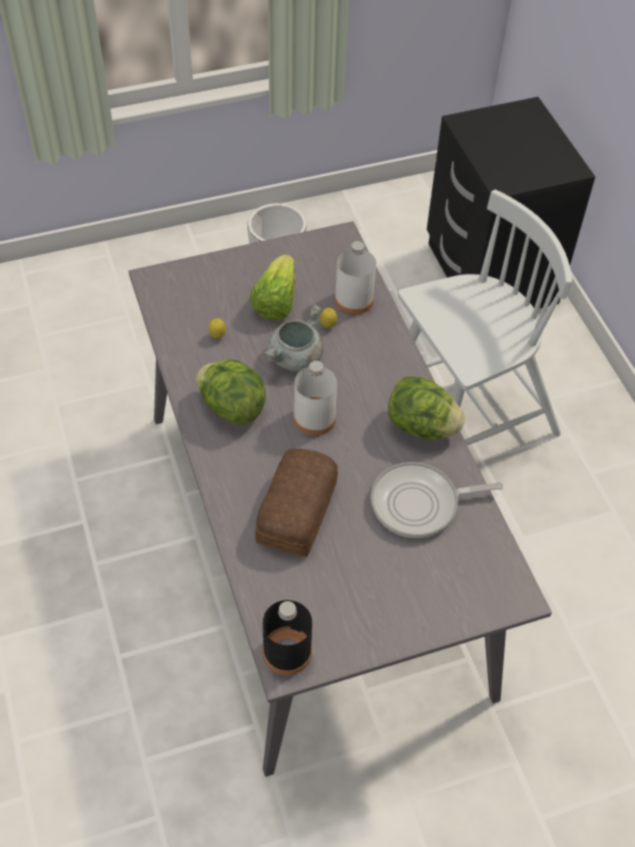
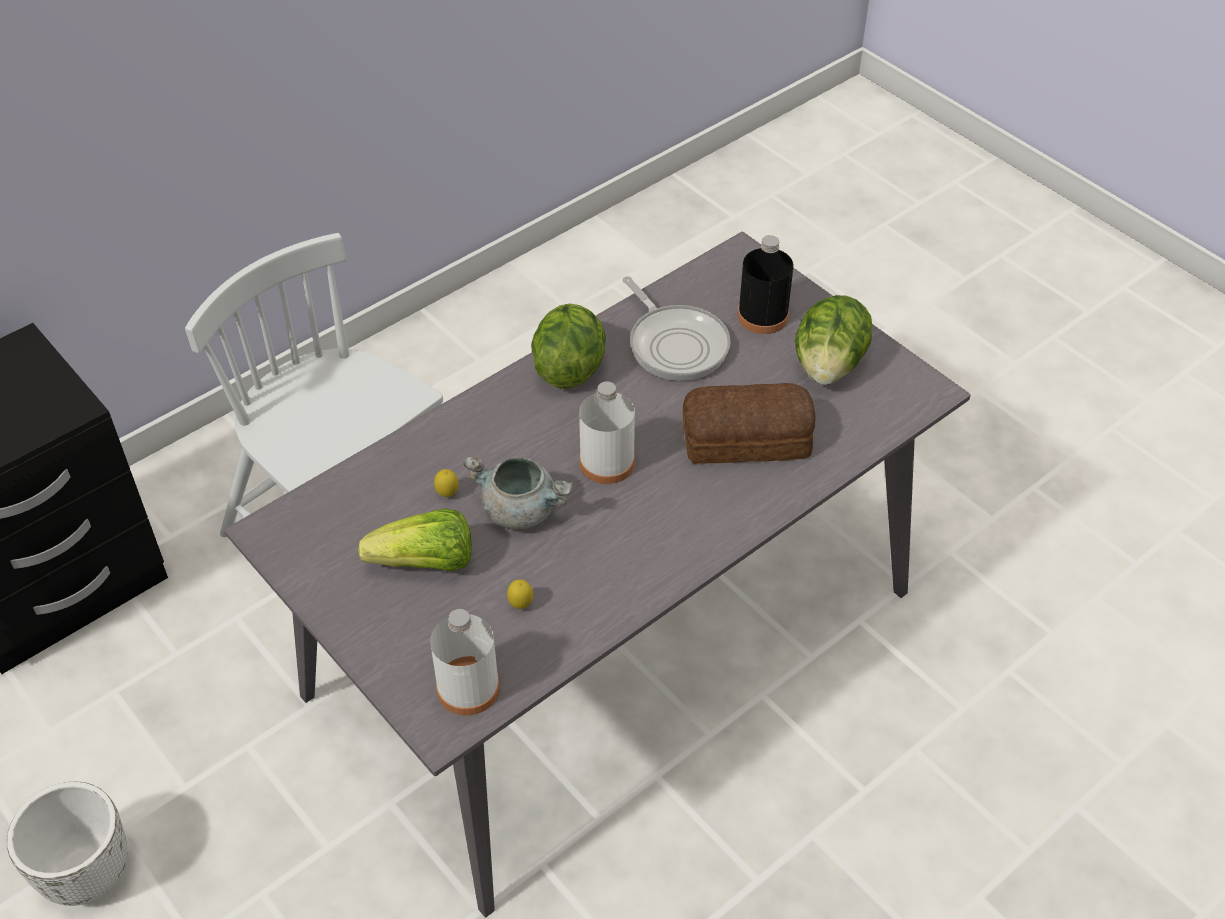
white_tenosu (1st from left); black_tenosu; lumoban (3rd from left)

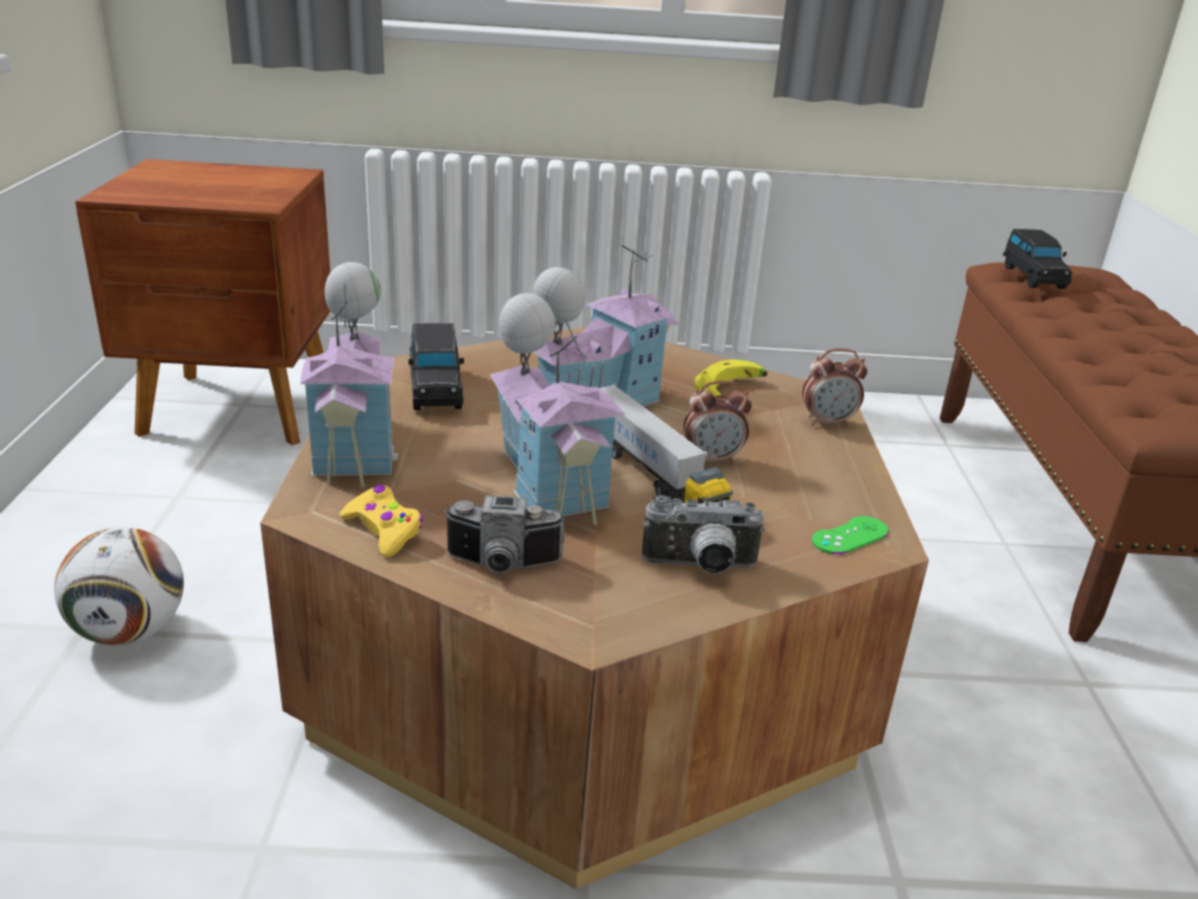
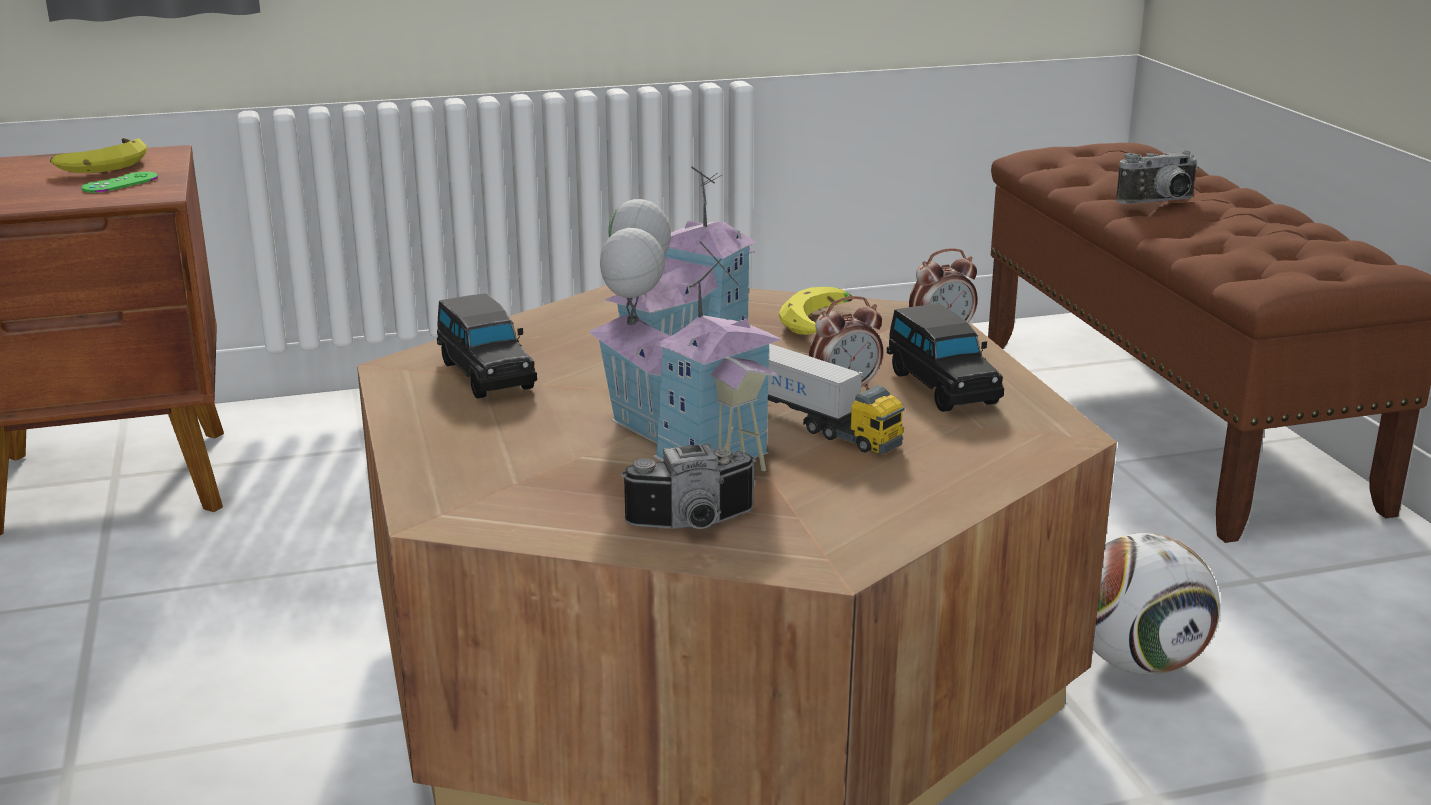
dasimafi (1st from left); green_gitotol; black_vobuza (2nd from left); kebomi; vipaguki (2nd from left); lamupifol (1st from left in the first image); yellow_gitotol

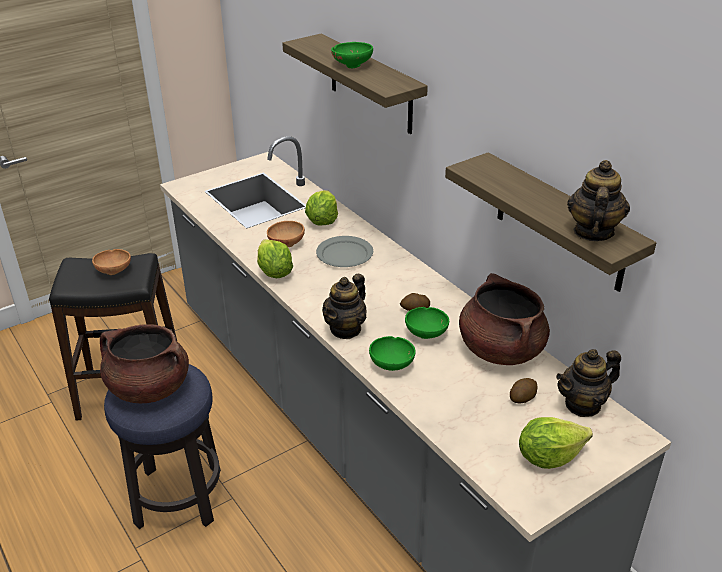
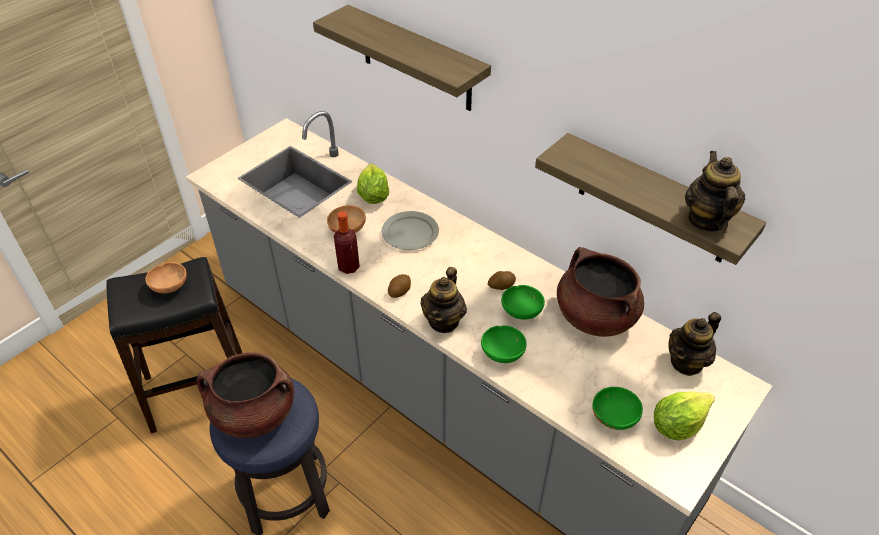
tenosu; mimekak (1st from left); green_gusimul (3rd from left)

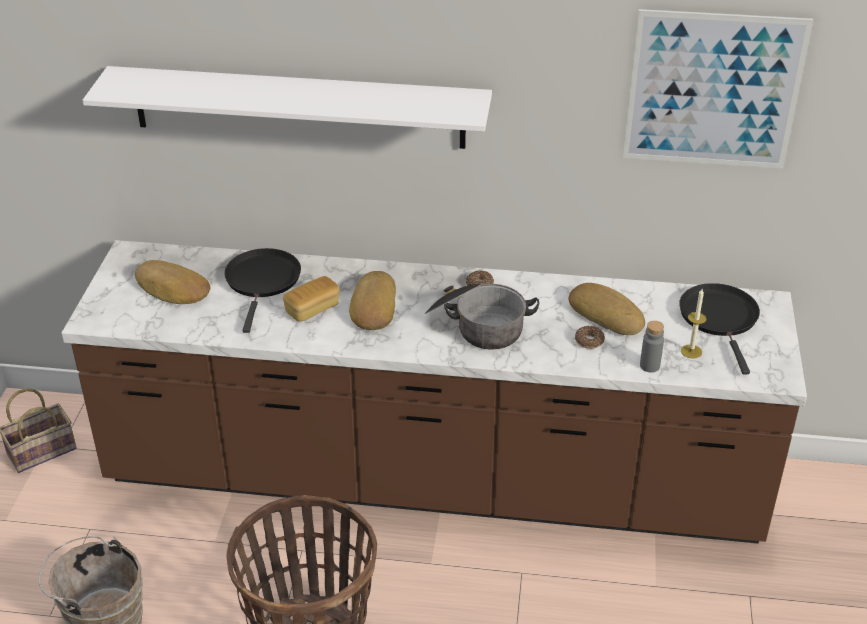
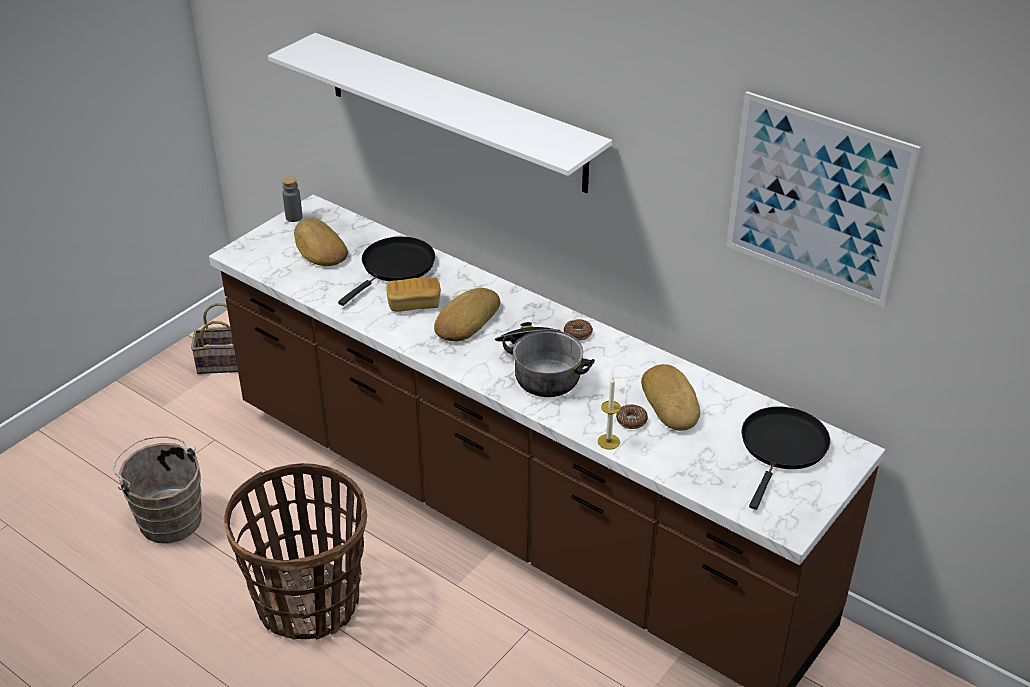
grey_tenosu; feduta

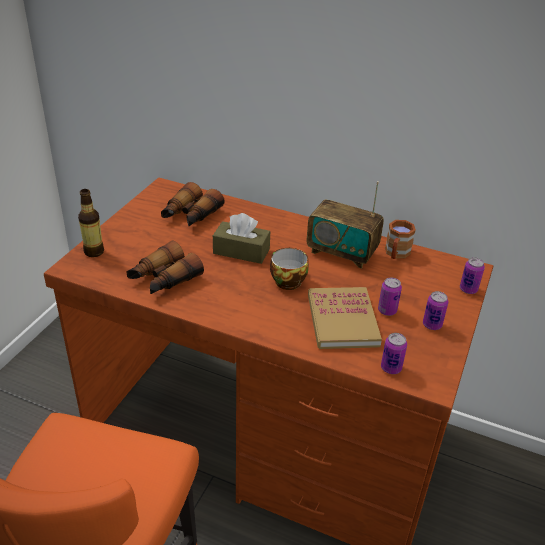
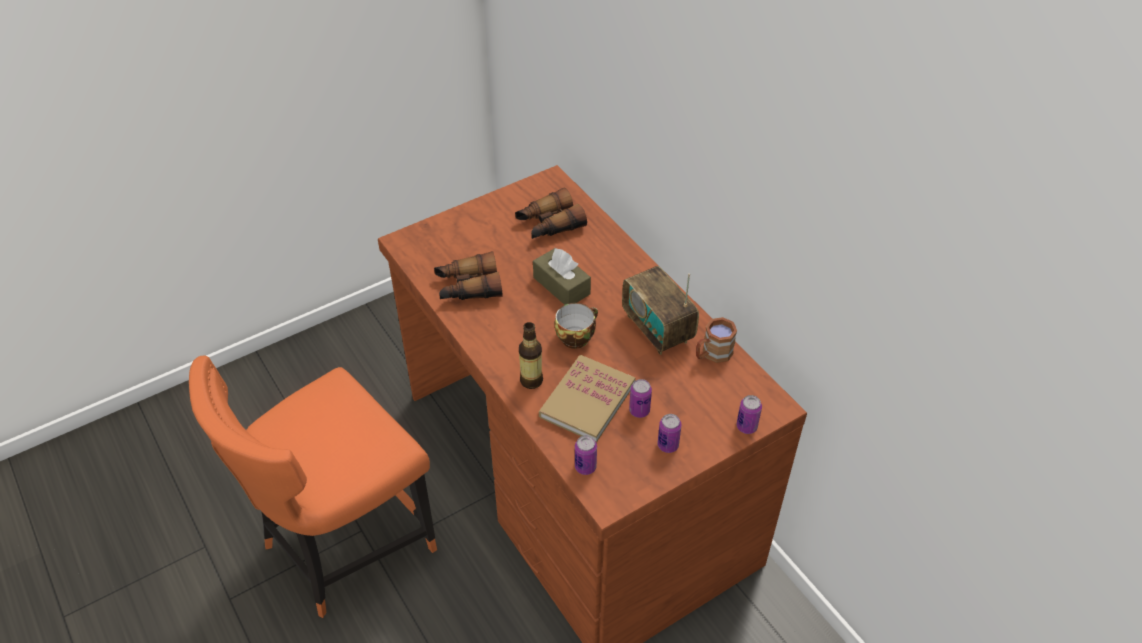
tenosu

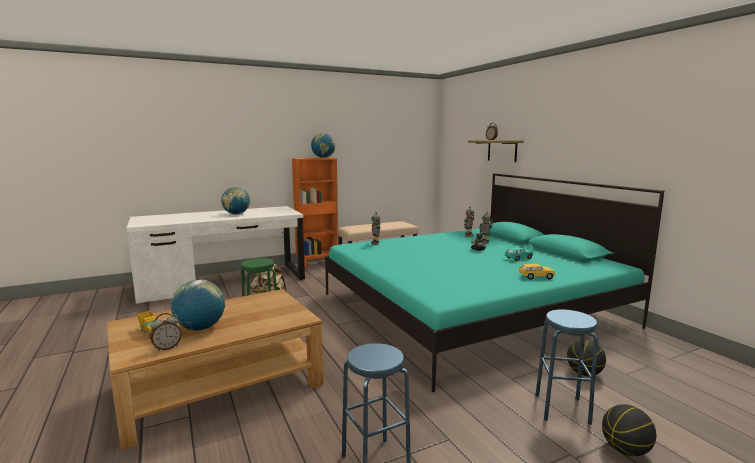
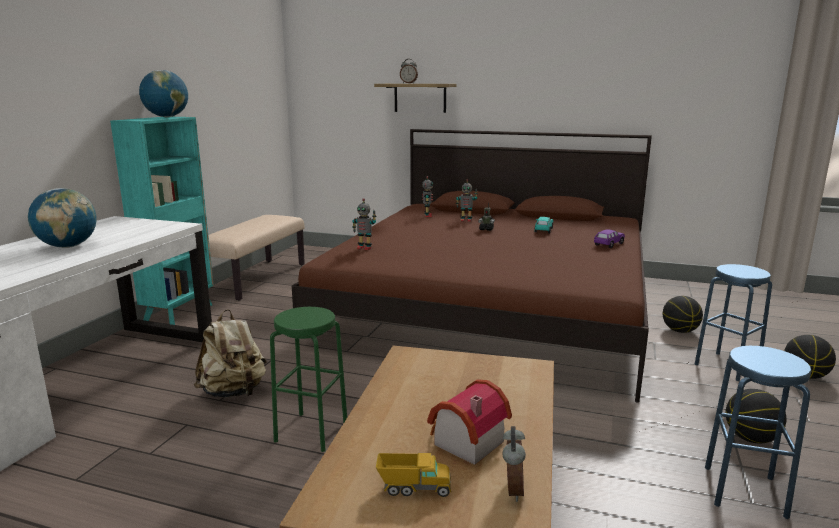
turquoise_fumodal; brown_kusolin; lamupifol; purple_vobuza; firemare (2nd from left)

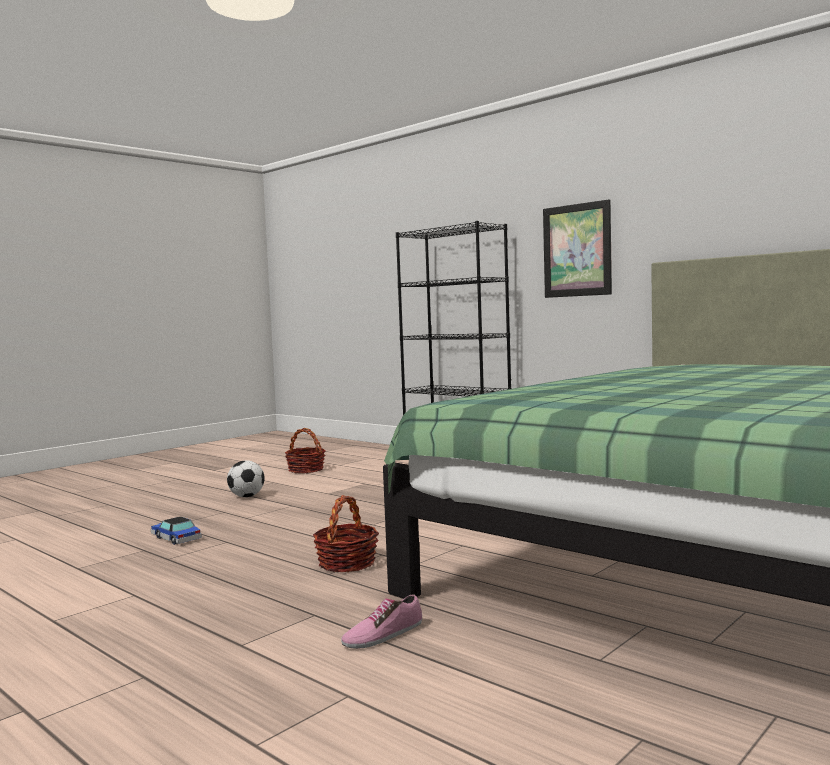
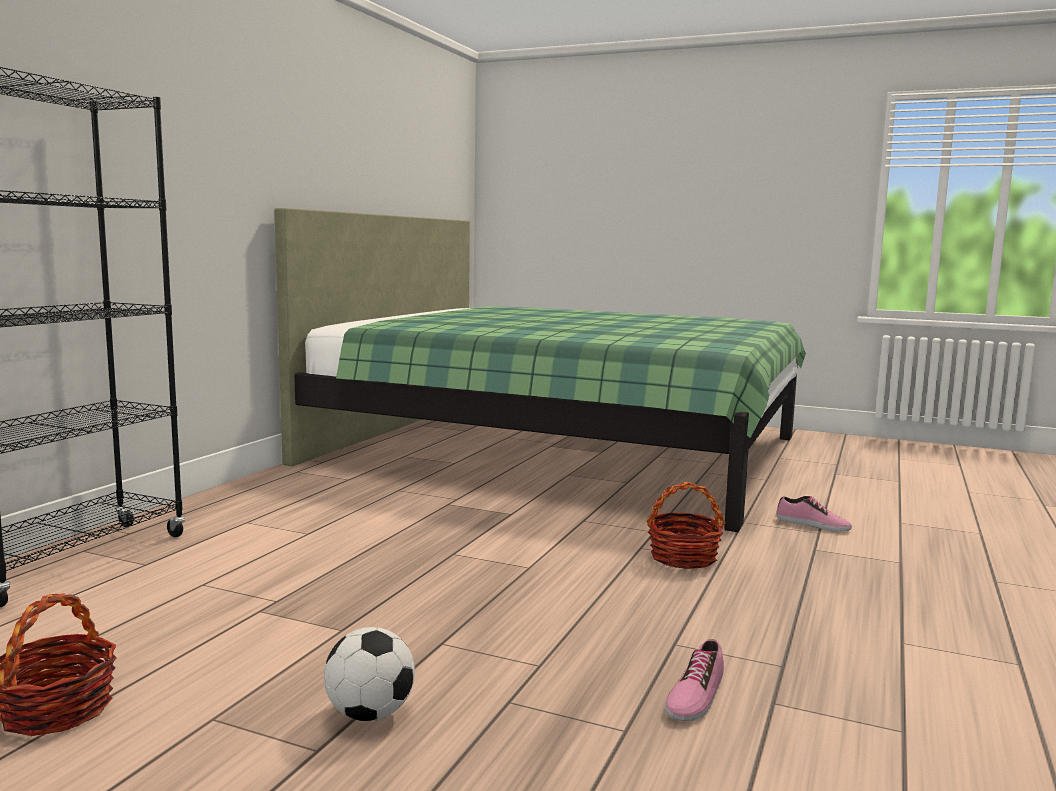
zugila (1st from left); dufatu

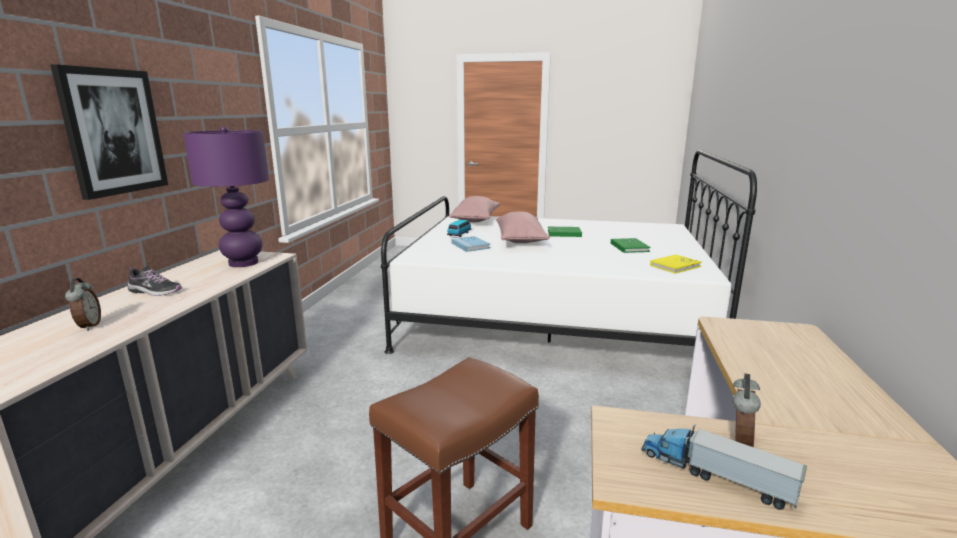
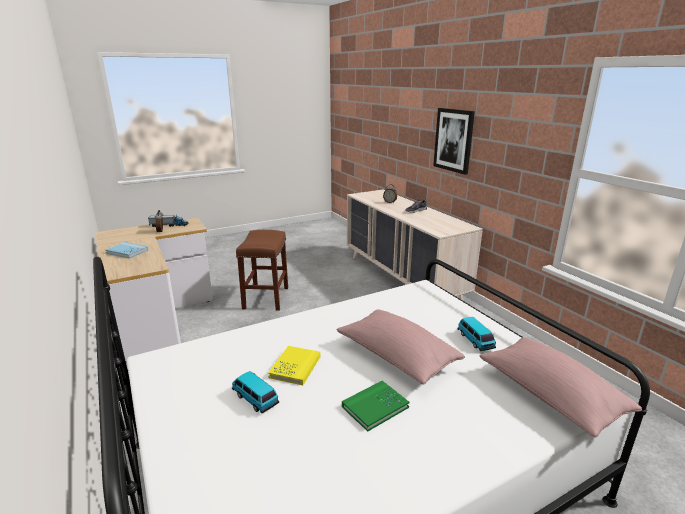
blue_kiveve; vobuza (1st from left); yellow_kiveve; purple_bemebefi

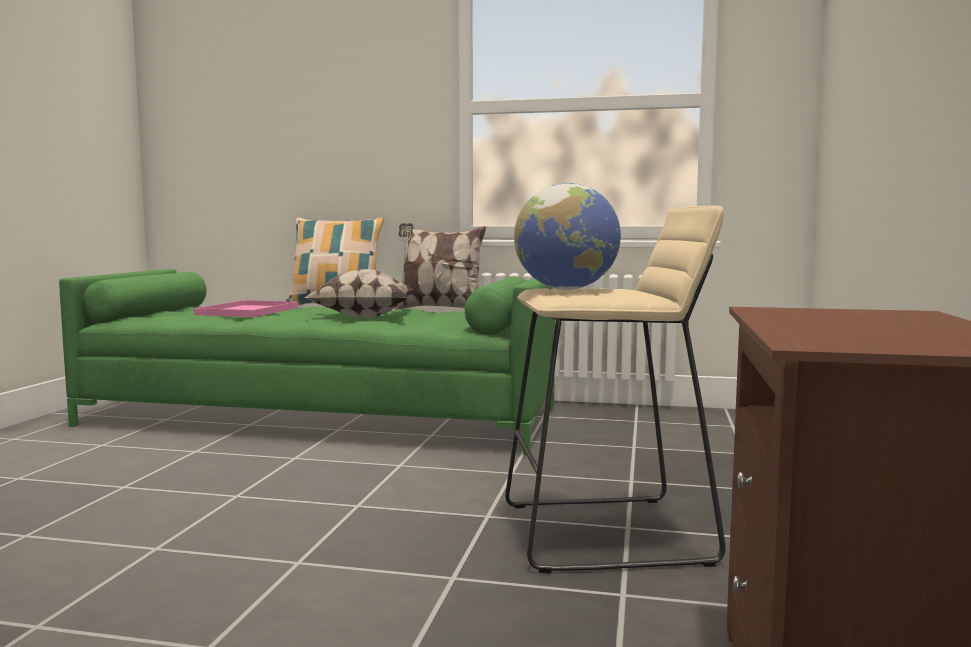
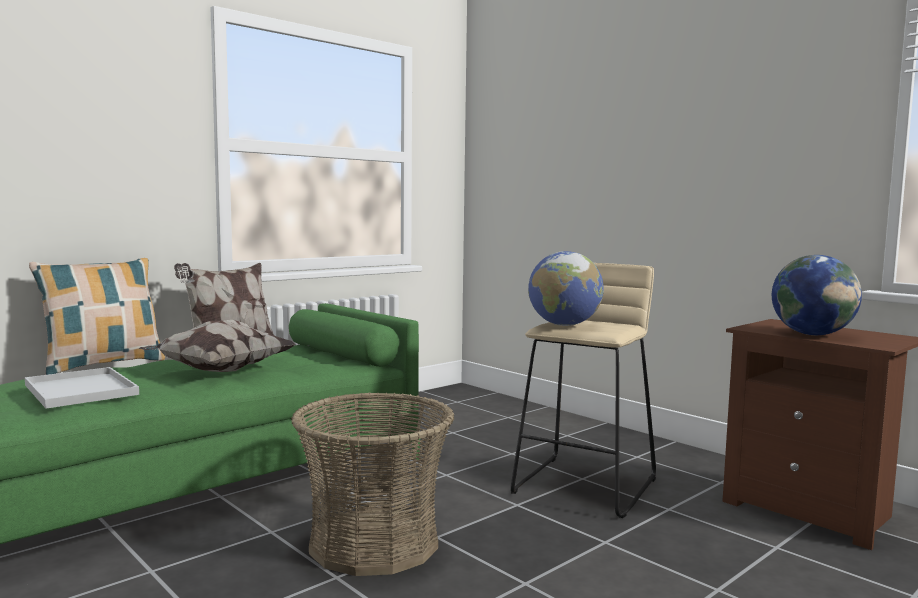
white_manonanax; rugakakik; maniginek (2nd from left)

